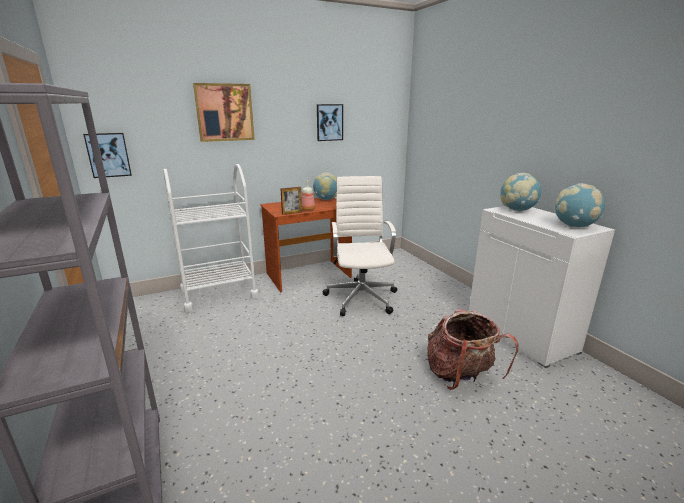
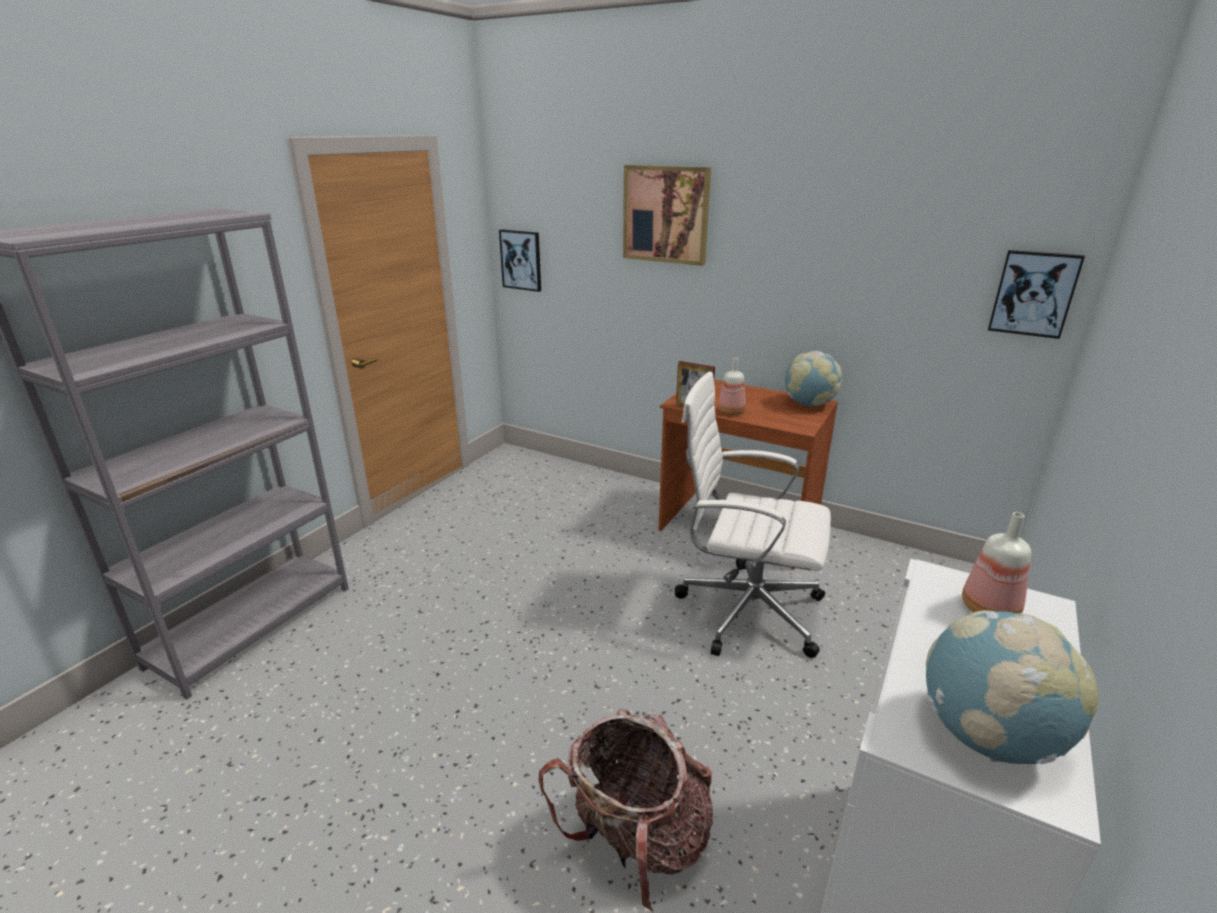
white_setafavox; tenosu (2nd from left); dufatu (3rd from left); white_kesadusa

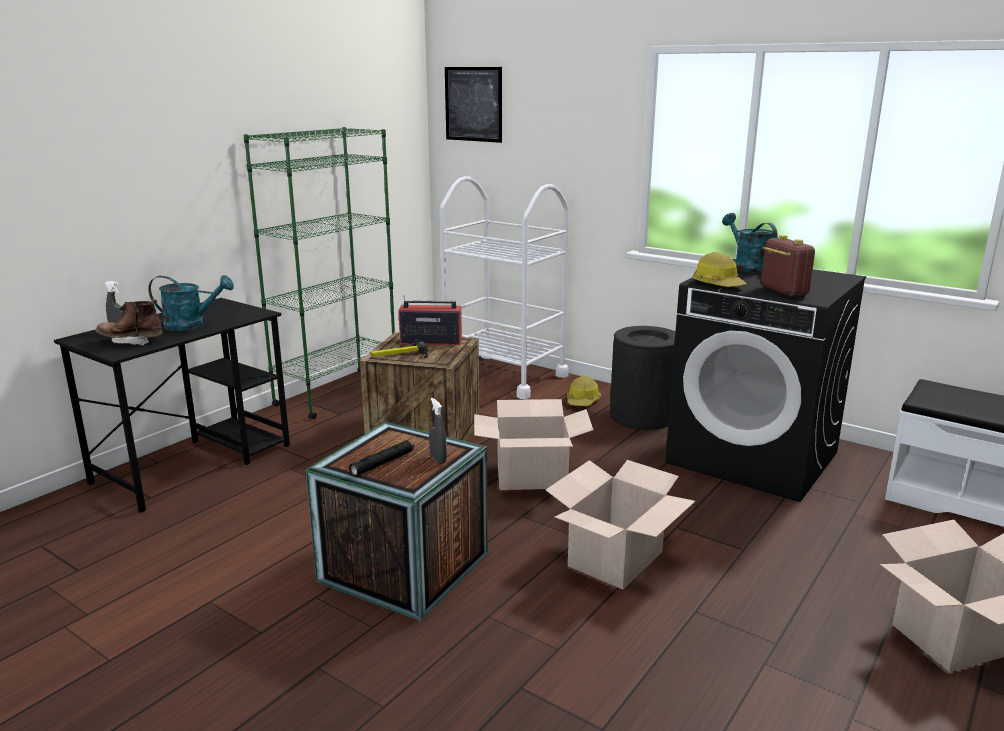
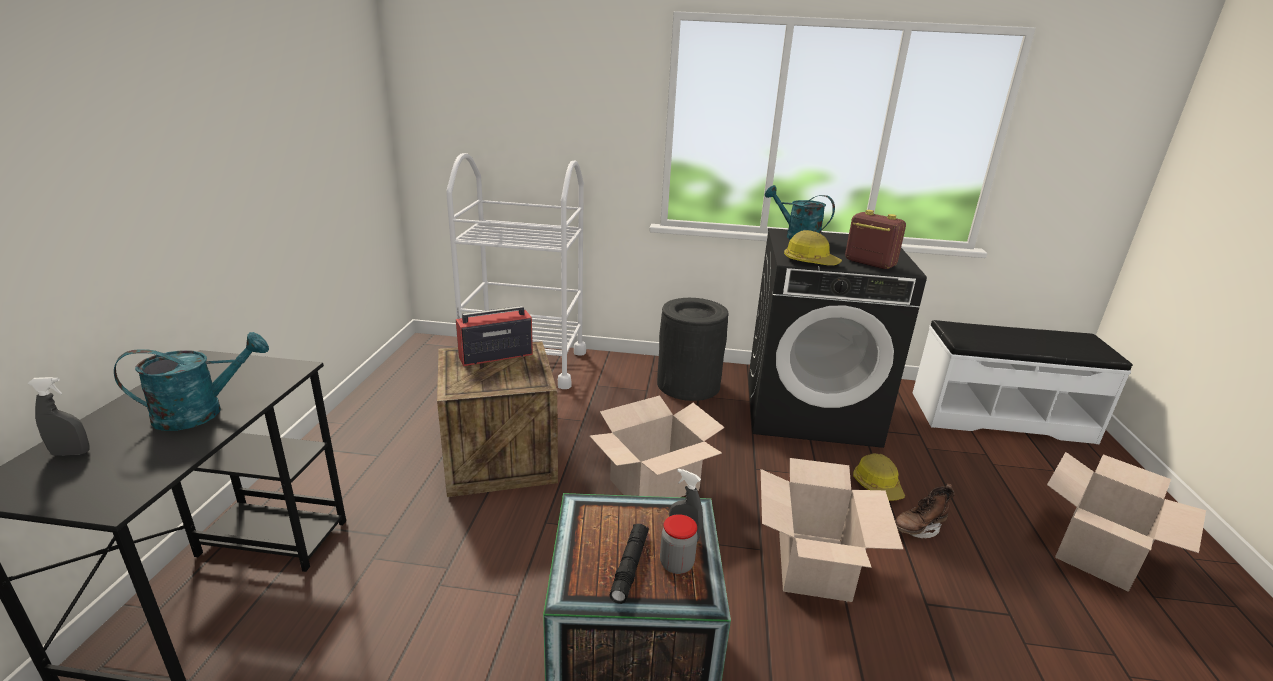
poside; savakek (2nd from left); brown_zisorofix; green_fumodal; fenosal; dufatu

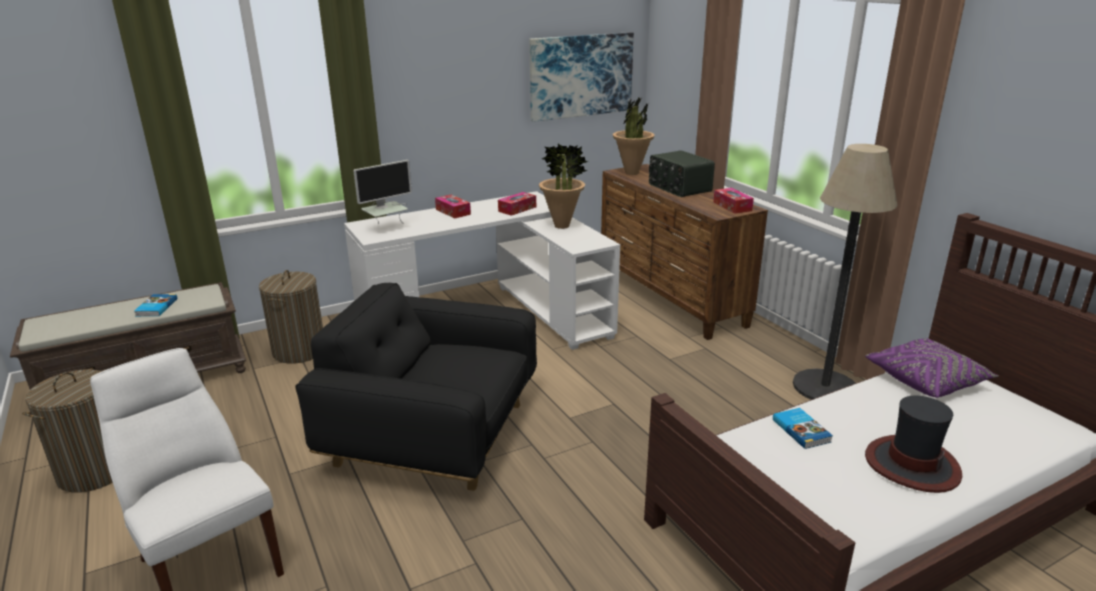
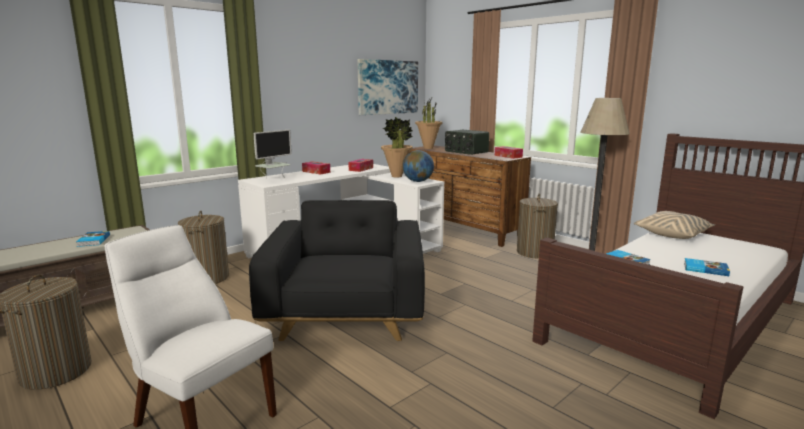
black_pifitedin; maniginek; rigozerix (3rd from left); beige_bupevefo; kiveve (3rd from left)

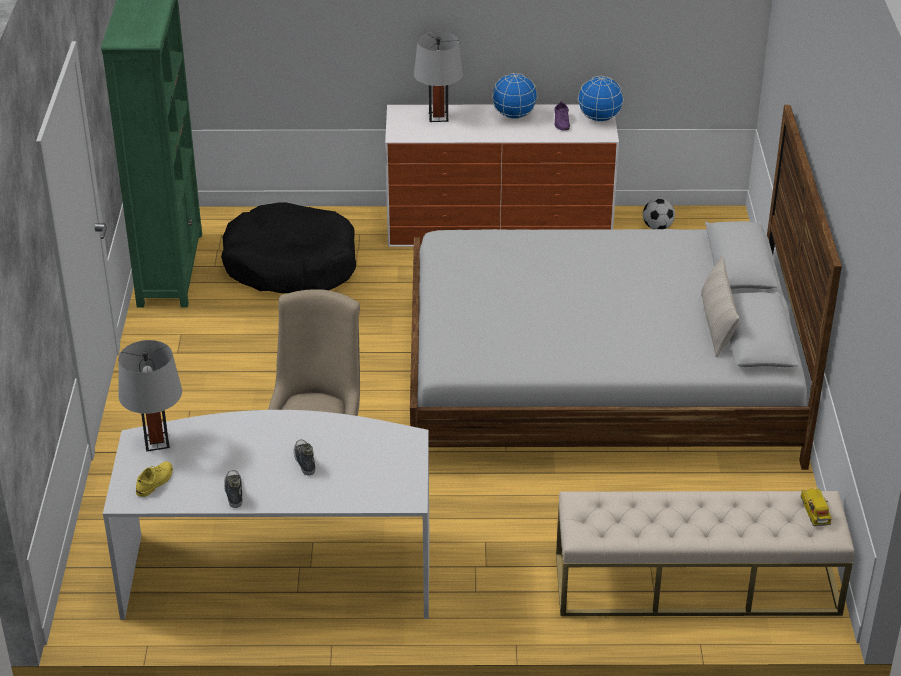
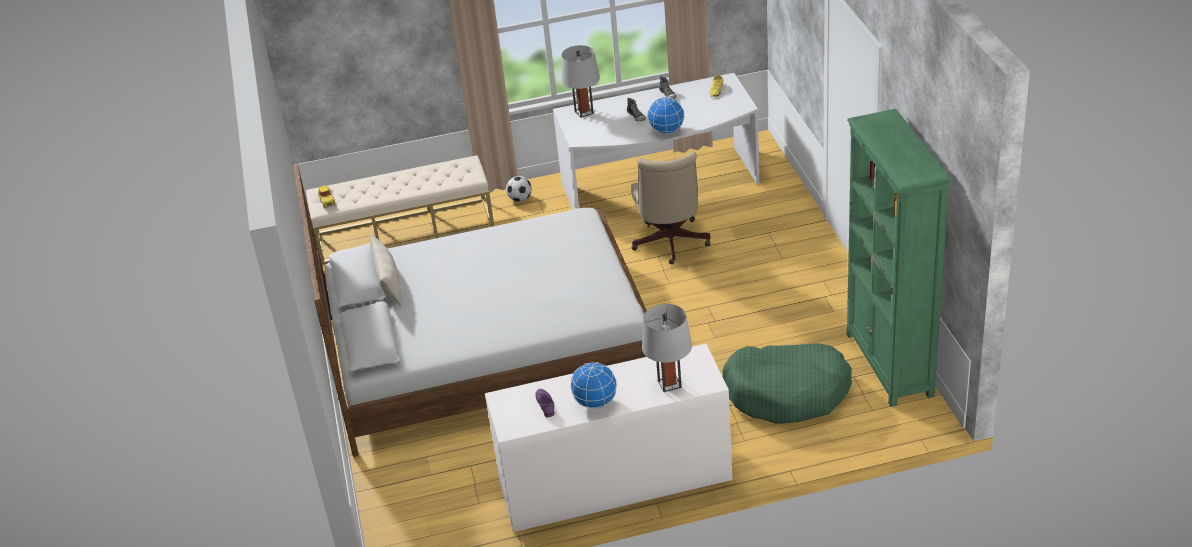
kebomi; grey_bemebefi (1st from left); maniginek (2nd from left); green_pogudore

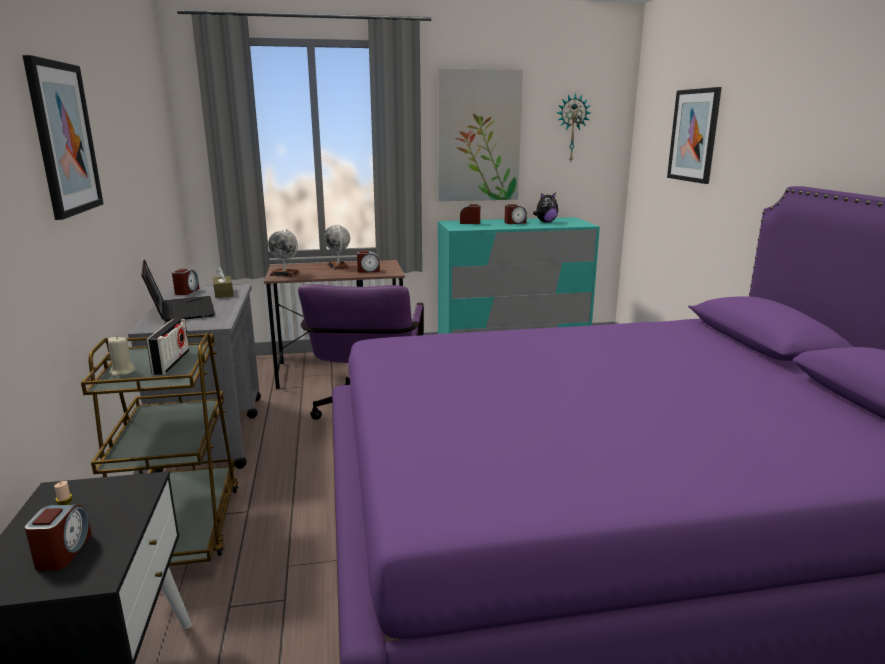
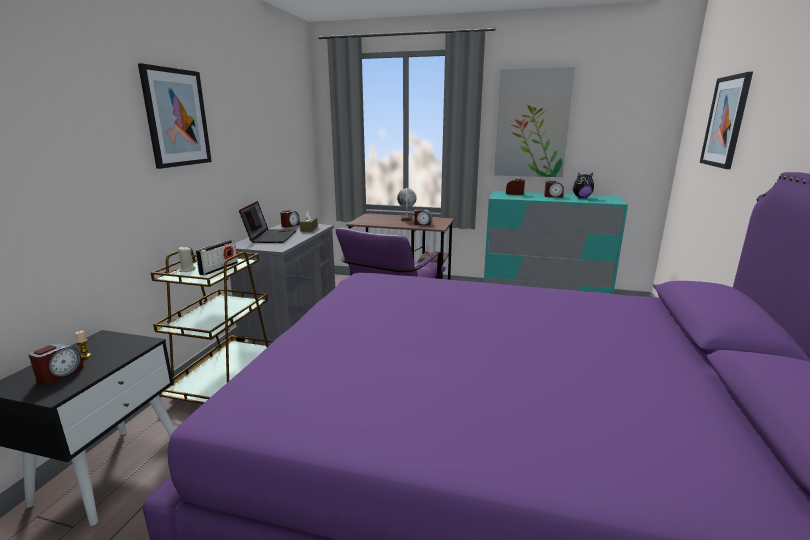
maniginek (1st from left in the first image); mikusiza

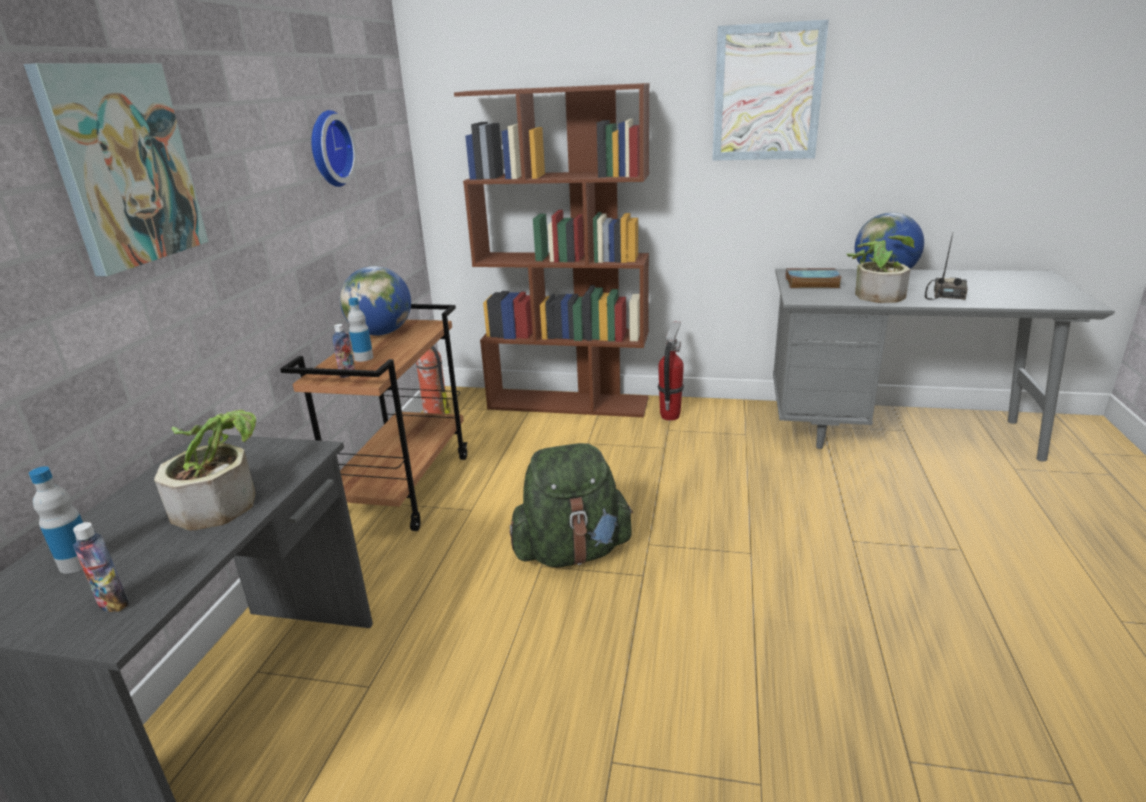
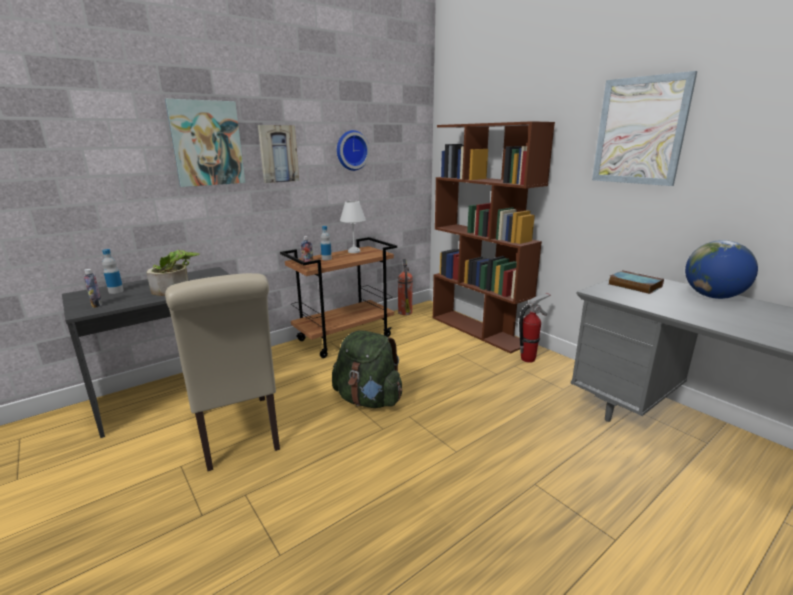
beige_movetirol; dufatu (2nd from left); white_bemebefi; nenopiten (2nd from left in the first image); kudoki

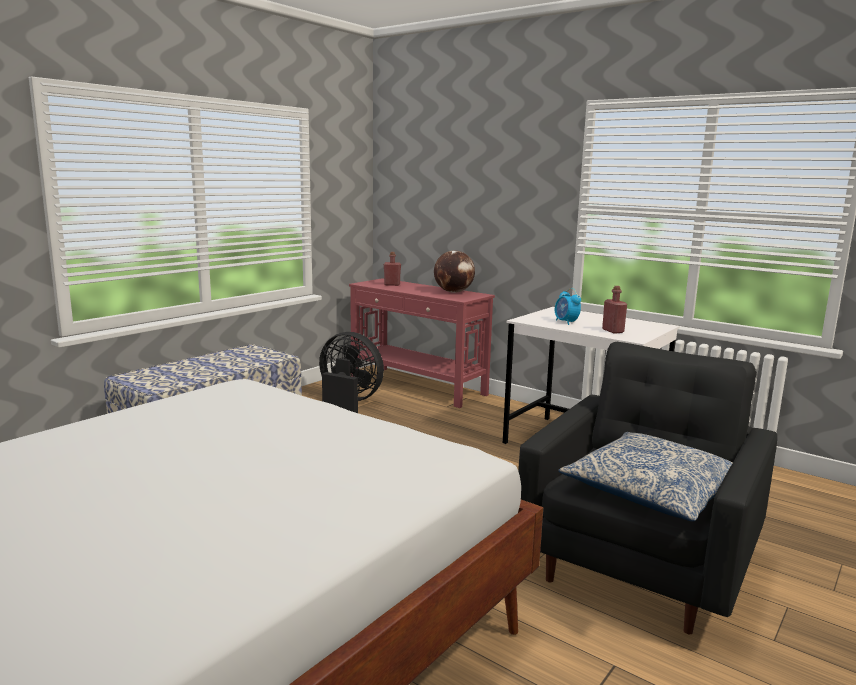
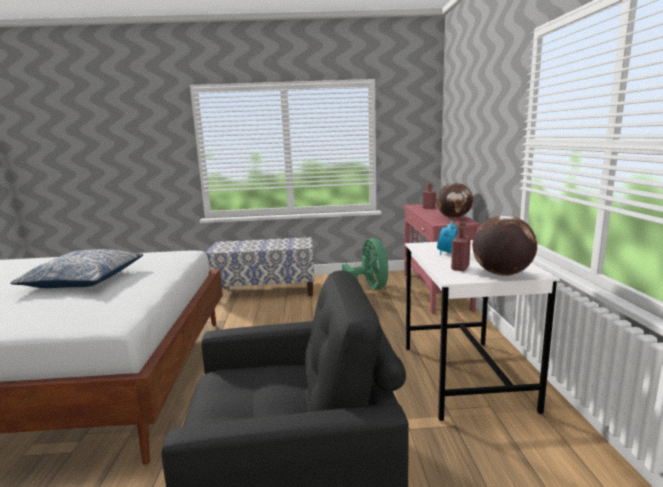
bupevefo; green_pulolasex; maniginek (2nd from left)

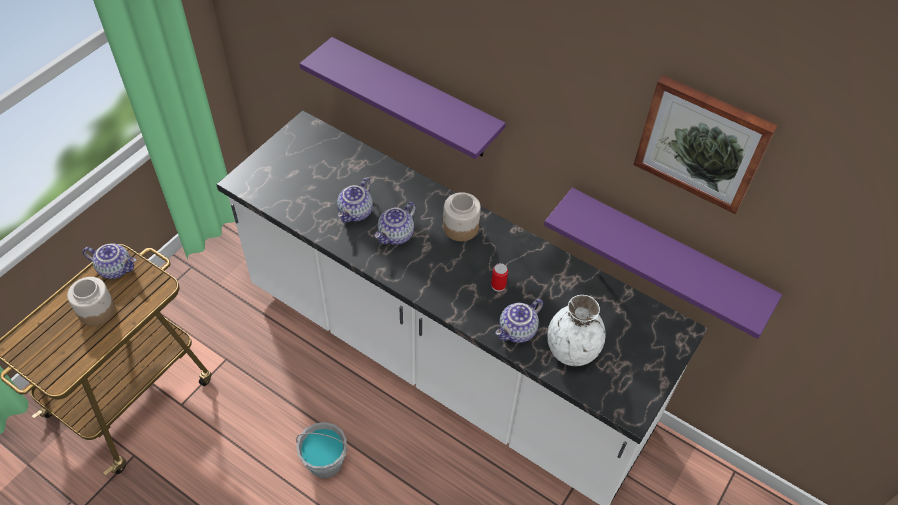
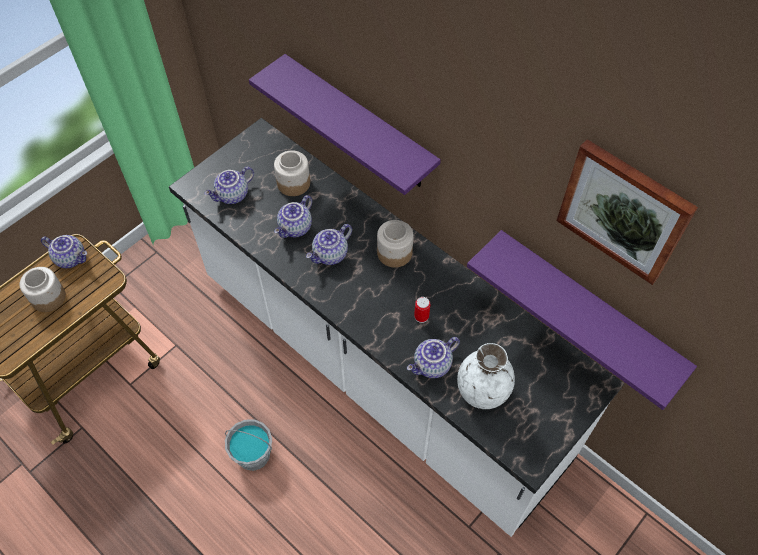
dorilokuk (2nd from left); poside (2nd from left)

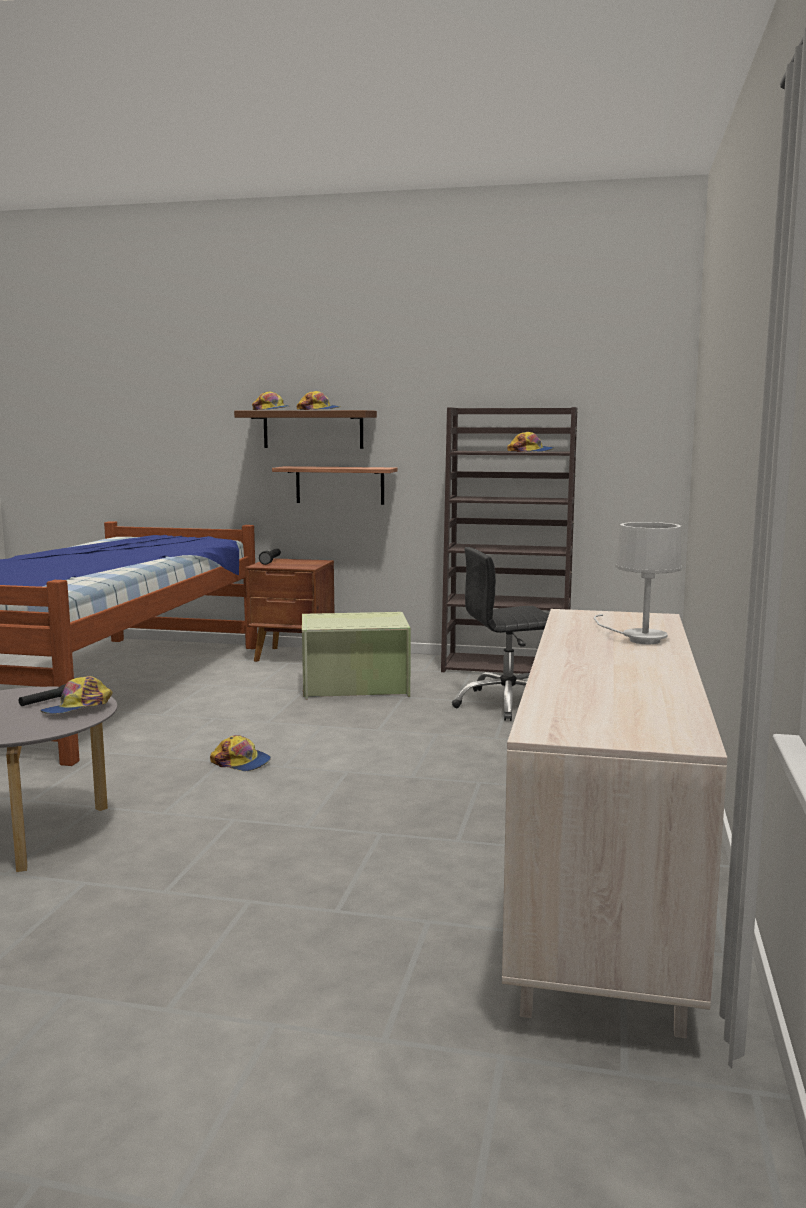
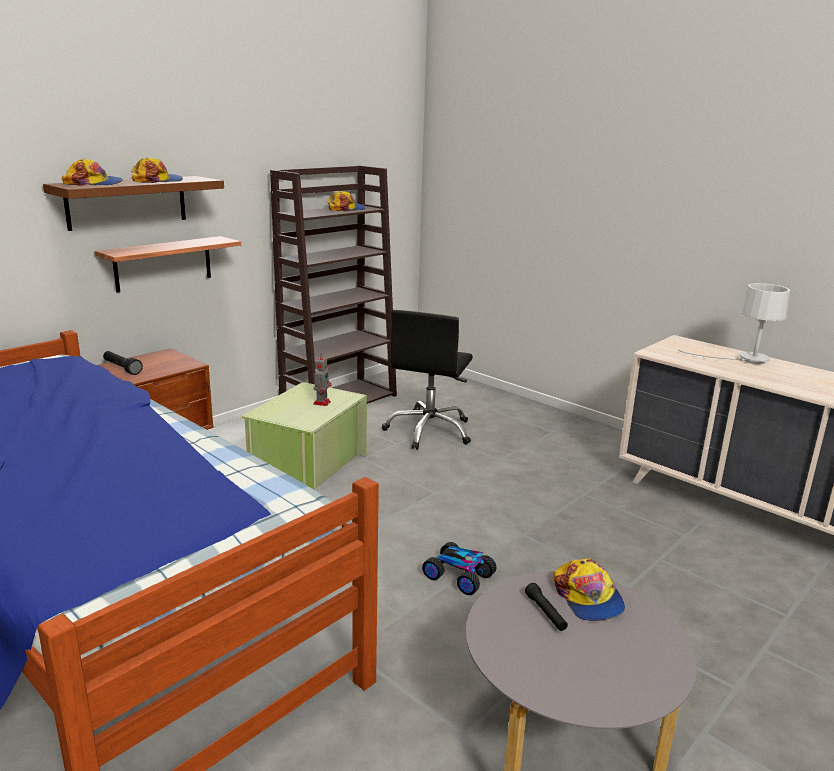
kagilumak; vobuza

